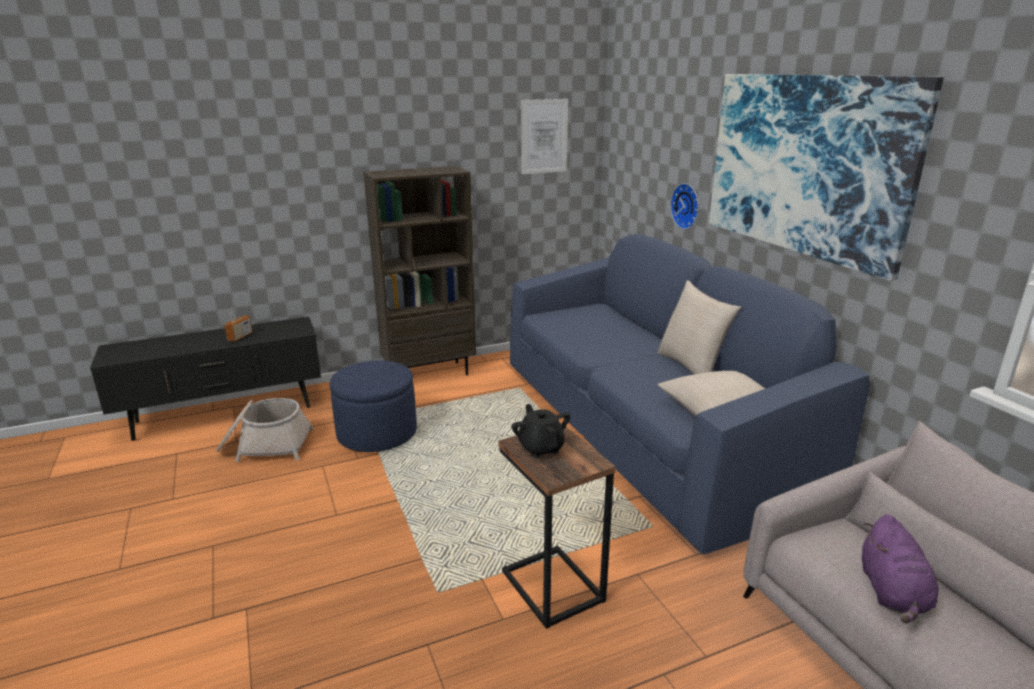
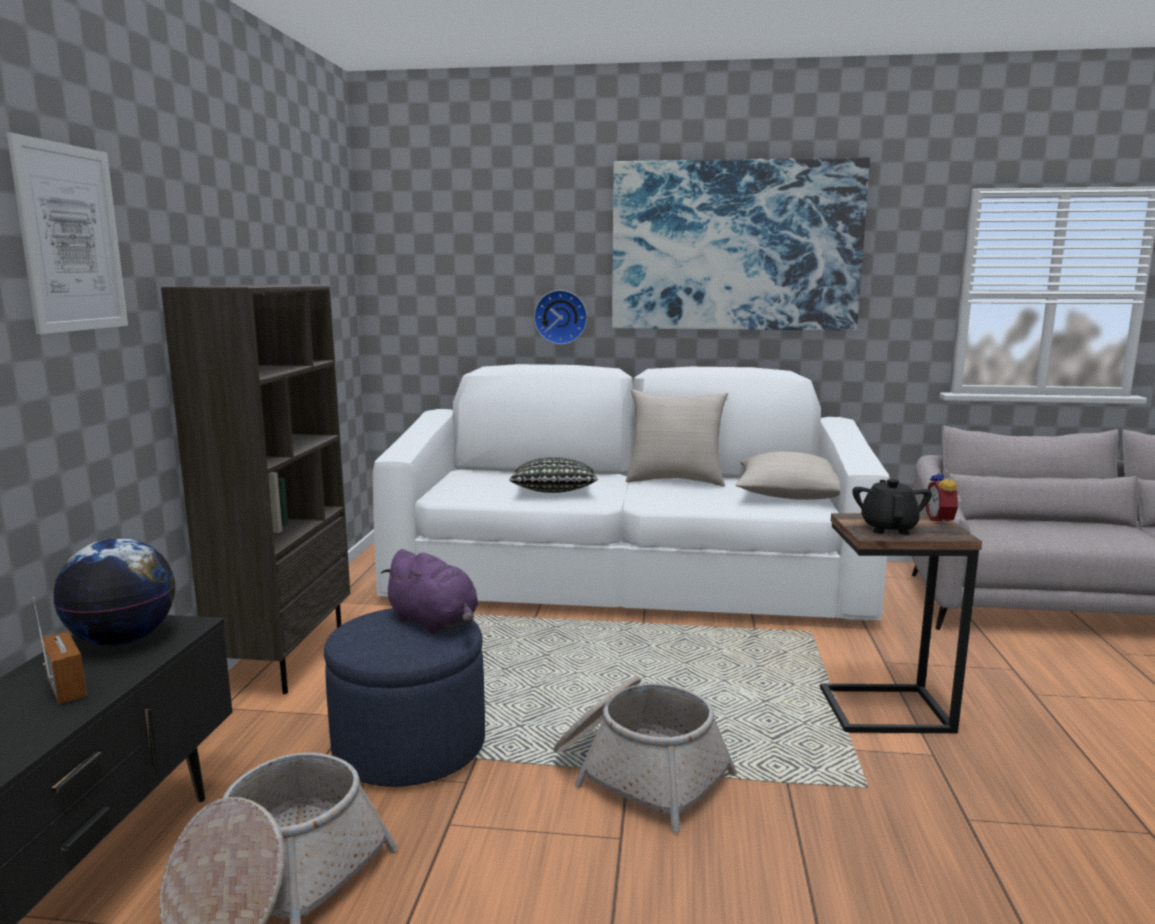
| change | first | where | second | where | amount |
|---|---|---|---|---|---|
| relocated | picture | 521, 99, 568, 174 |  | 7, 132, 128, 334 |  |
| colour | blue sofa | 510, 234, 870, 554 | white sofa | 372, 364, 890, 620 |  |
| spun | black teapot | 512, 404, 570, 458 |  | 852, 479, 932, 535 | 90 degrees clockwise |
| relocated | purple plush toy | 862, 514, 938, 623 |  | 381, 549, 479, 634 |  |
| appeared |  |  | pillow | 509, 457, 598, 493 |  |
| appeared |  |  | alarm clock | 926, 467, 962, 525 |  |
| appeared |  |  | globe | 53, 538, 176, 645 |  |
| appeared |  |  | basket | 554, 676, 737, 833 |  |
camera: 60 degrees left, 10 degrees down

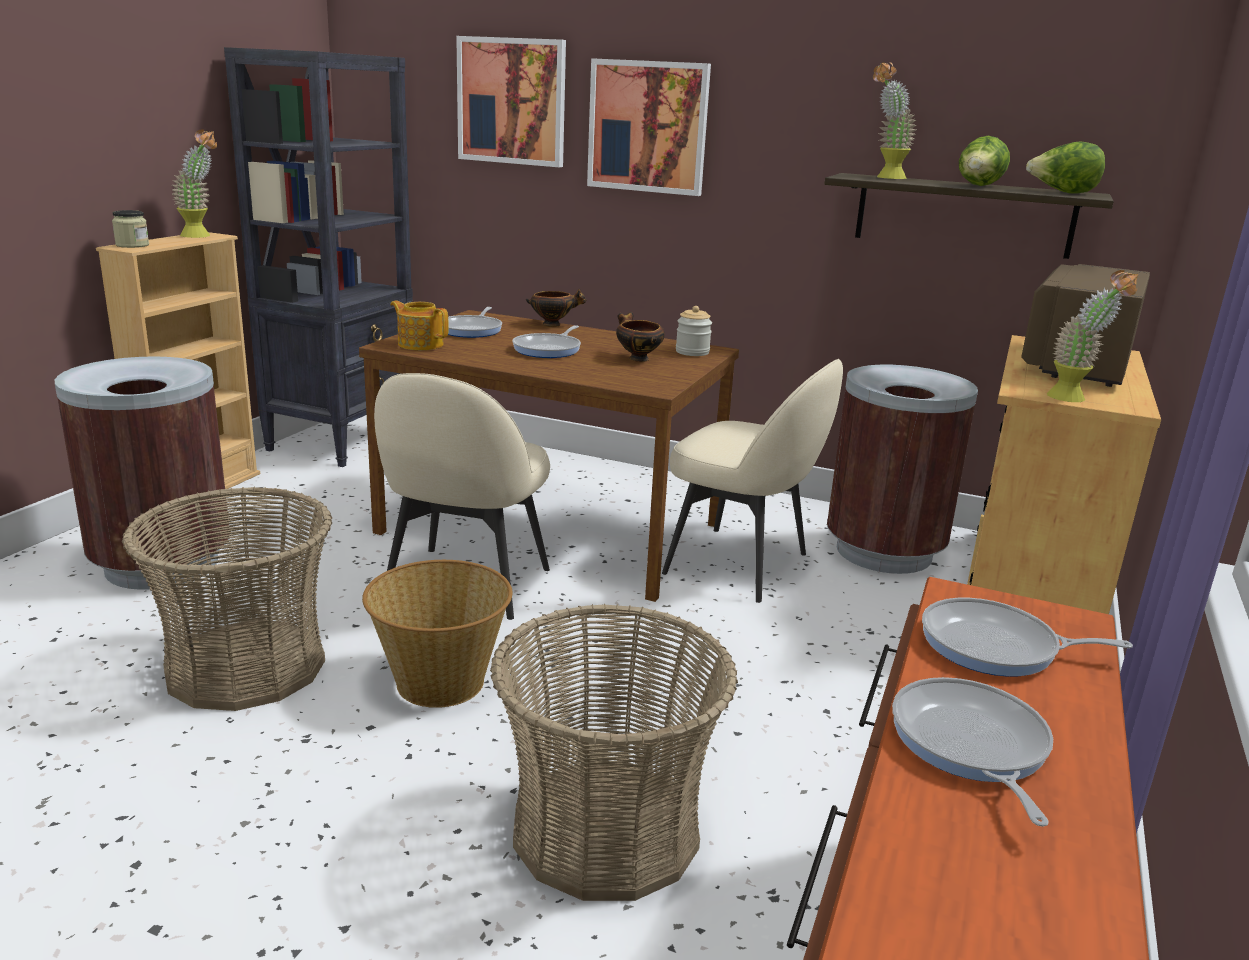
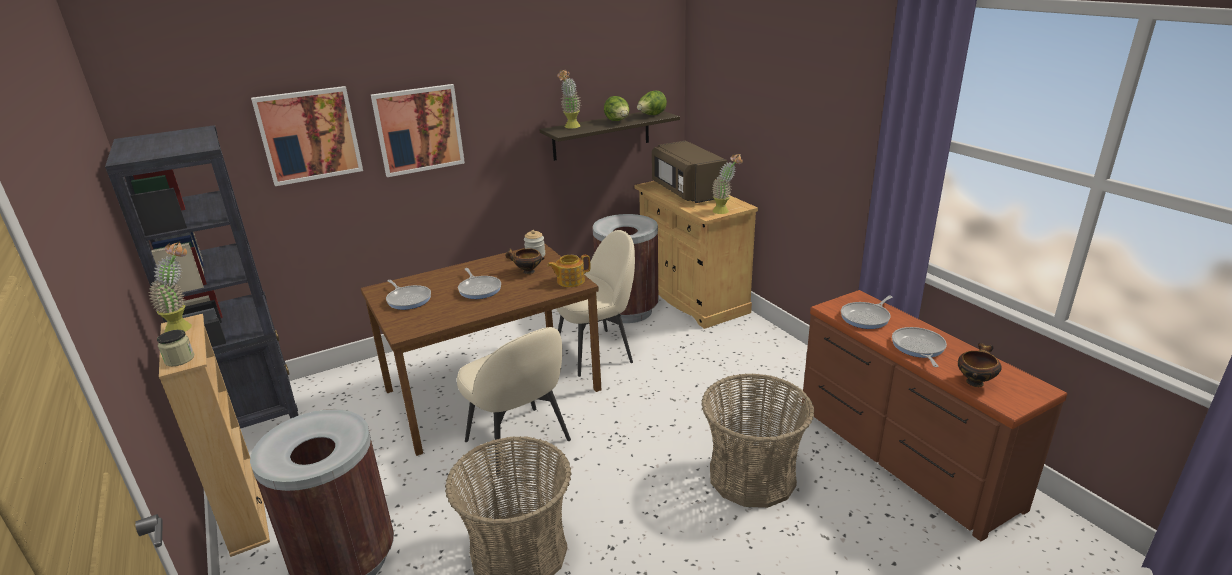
| change | first | where | second | where | amount |
|---|---|---|---|---|---|
| relocated | bowl | 526, 288, 587, 327 |  | 958, 342, 1002, 387 |  |
| relocated | teapot | 390, 301, 449, 350 |  | 547, 254, 590, 287 |  |
| missing | basket | 362, 560, 512, 708 |  |  |  |
| spun | frying pan | 892, 677, 1053, 827 |  | 892, 327, 947, 367 | 60 degrees clockwise |
camera: 50 degrees left, 5 degrees up

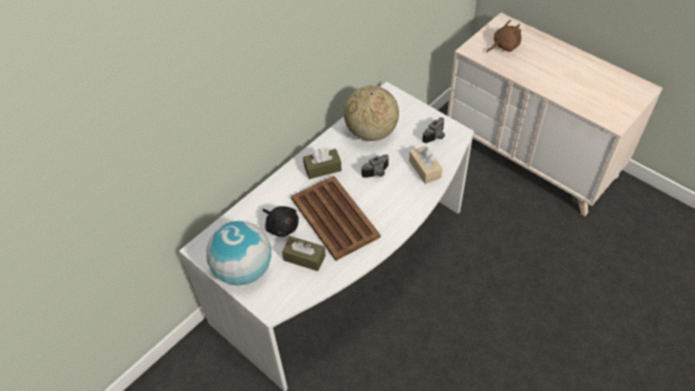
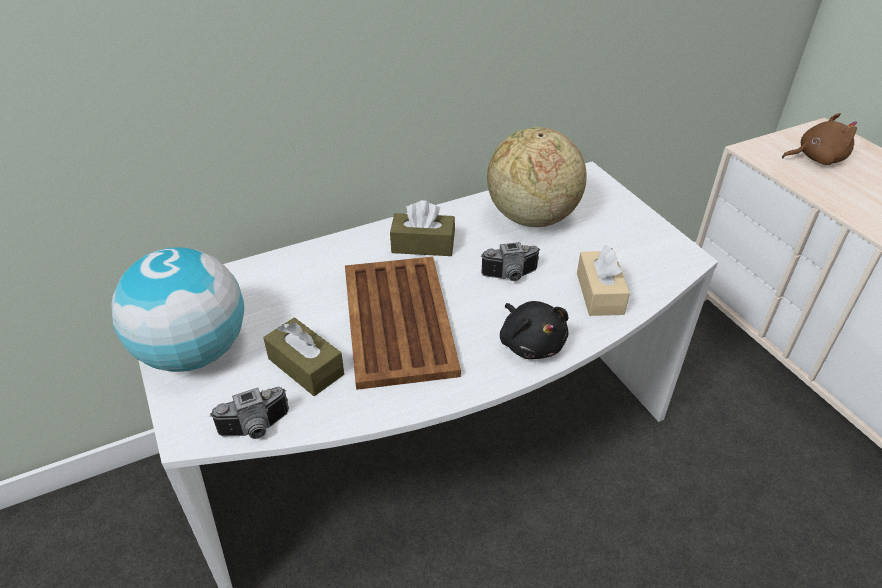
| change | first | where | second | where | amount |
|---|---|---|---|---|---|
| relocated | photo camera | 422, 117, 445, 143 |  | 210, 387, 289, 439 |  |
| relocated | black plush toy | 263, 206, 299, 237 |  | 500, 301, 569, 359 |  |
camera: 20 degrees right, 10 degrees down

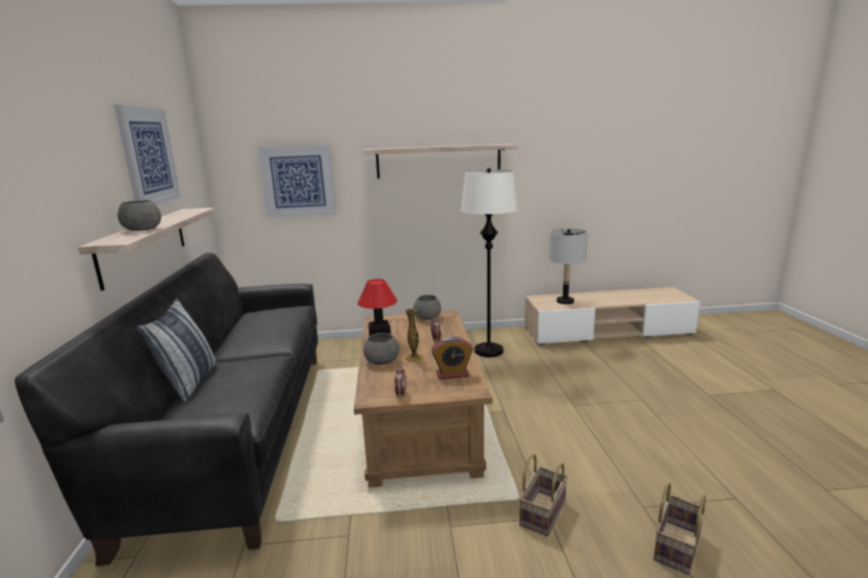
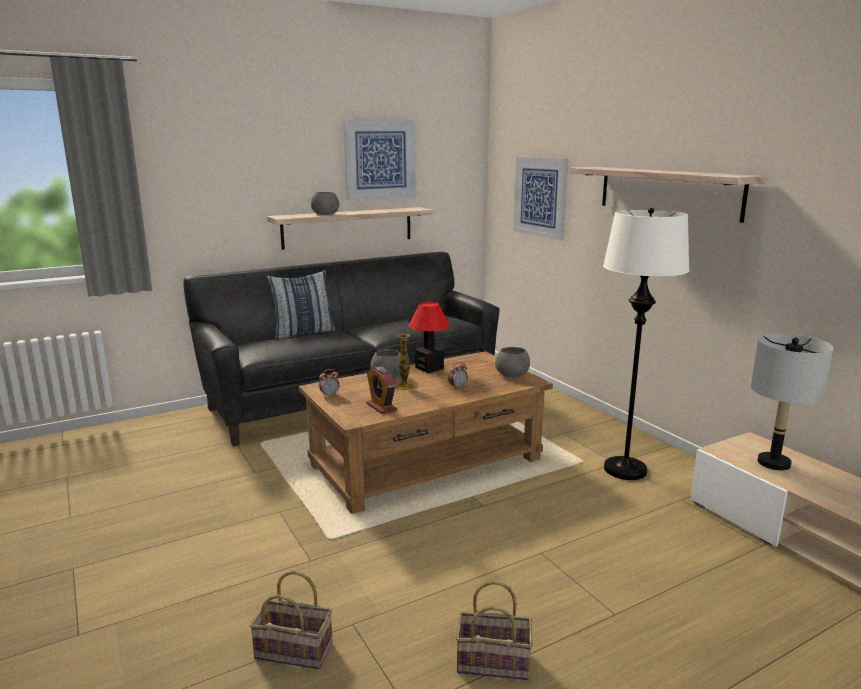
| change | first | where | second | where | amount |
|---|---|---|---|---|---|
| relocated | basket | 519, 454, 568, 536 |  | 456, 580, 532, 680 |  |
camera: 65 degrees right, 0 degrees up

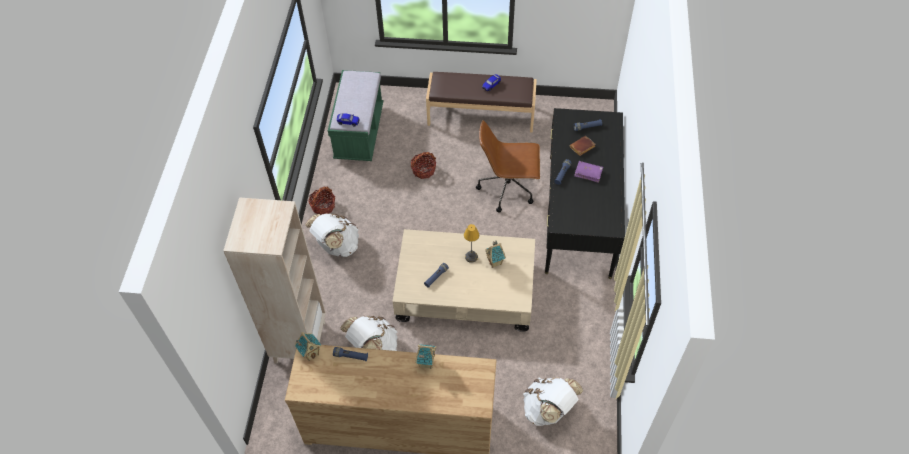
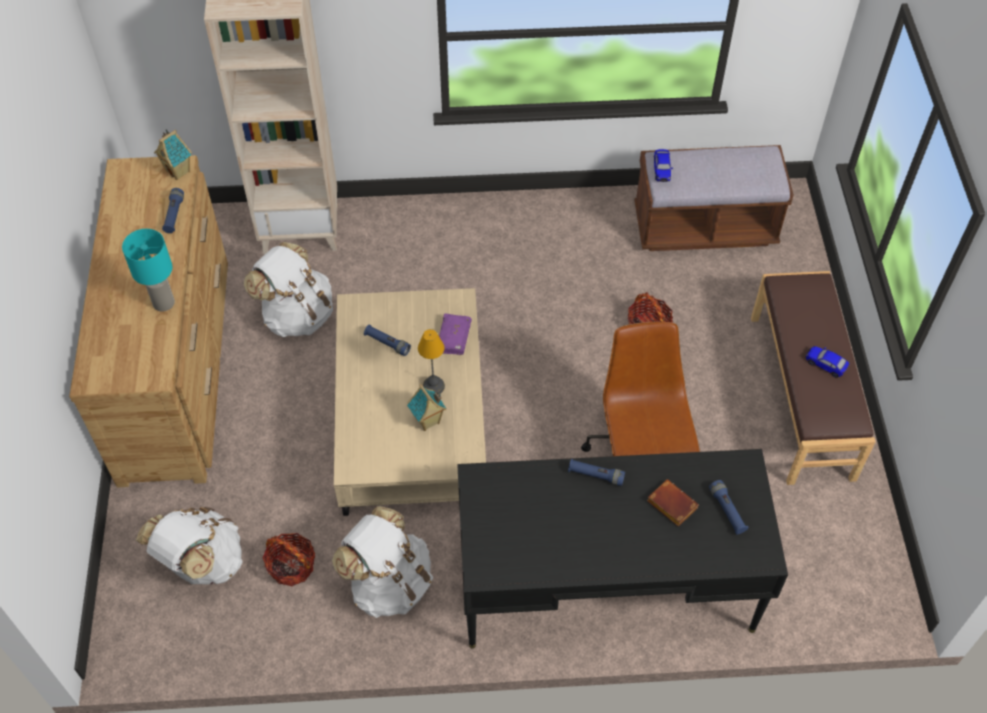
| change | first | where | second | where | amount |
|---|---|---|---|---|---|
| colour | green bench | 328, 70, 383, 161 | brown bench | 634, 145, 794, 251 |  |
| relocated | purple book | 574, 161, 603, 183 |  | 439, 314, 472, 355 |  |
| relocated | basket | 308, 186, 335, 215 |  | 262, 533, 315, 586 |  |
| relocated | white backpack | 305, 213, 359, 257 |  | 332, 506, 433, 618 |  |
| exchanged | toy house | 415, 344, 436, 369 | turquoise table lamp | 122, 229, 175, 312 |  |
camera: 80 degrees right, 0 degrees up

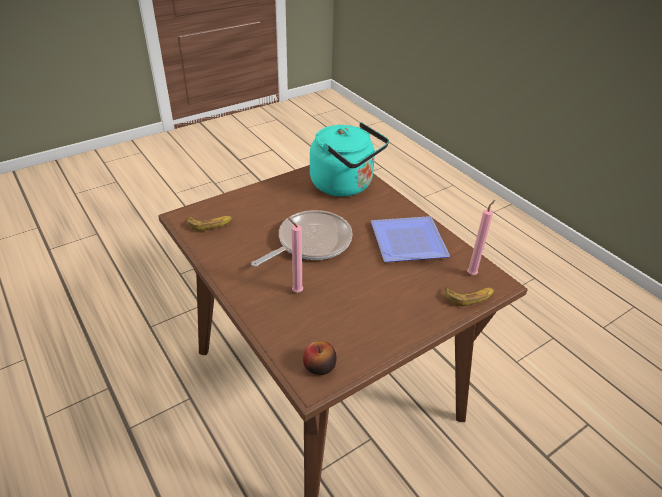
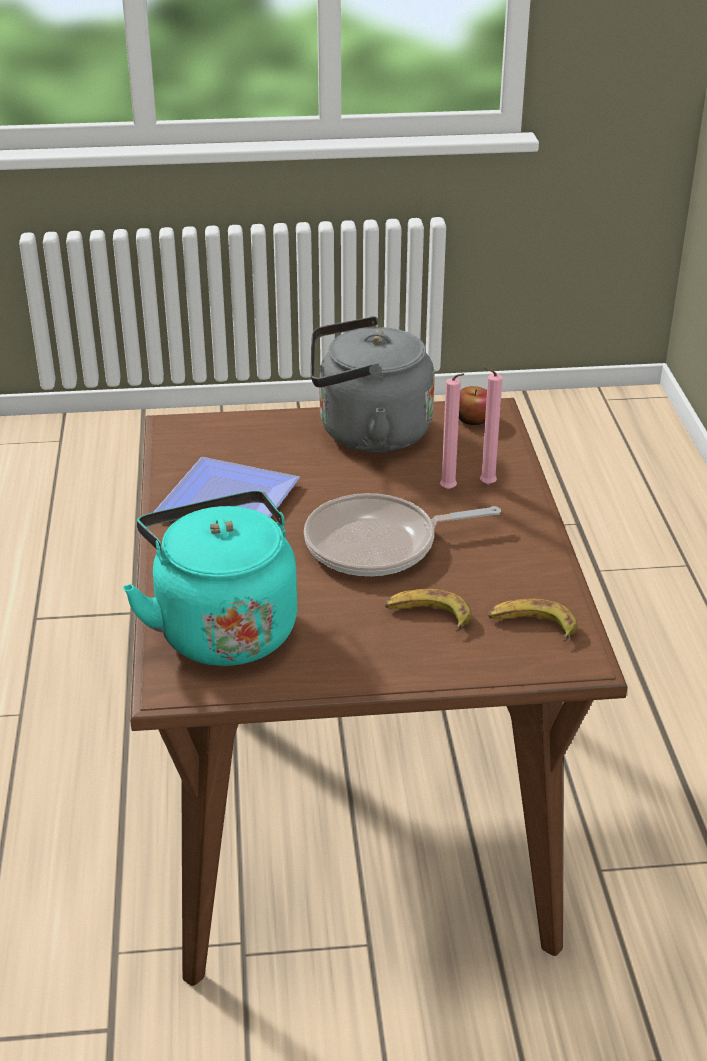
| change | first | where | second | where | amount |
|---|---|---|---|---|---|
| relocated | pink candle | 467, 200, 495, 275 |  | 480, 366, 503, 485 |  |
| relocated | banana | 445, 287, 494, 306 |  | 385, 589, 472, 631 |  |
| appeared |  |  | grey kettle | 310, 316, 435, 453 |  |
camera: 150 degrees left, 5 degrees down

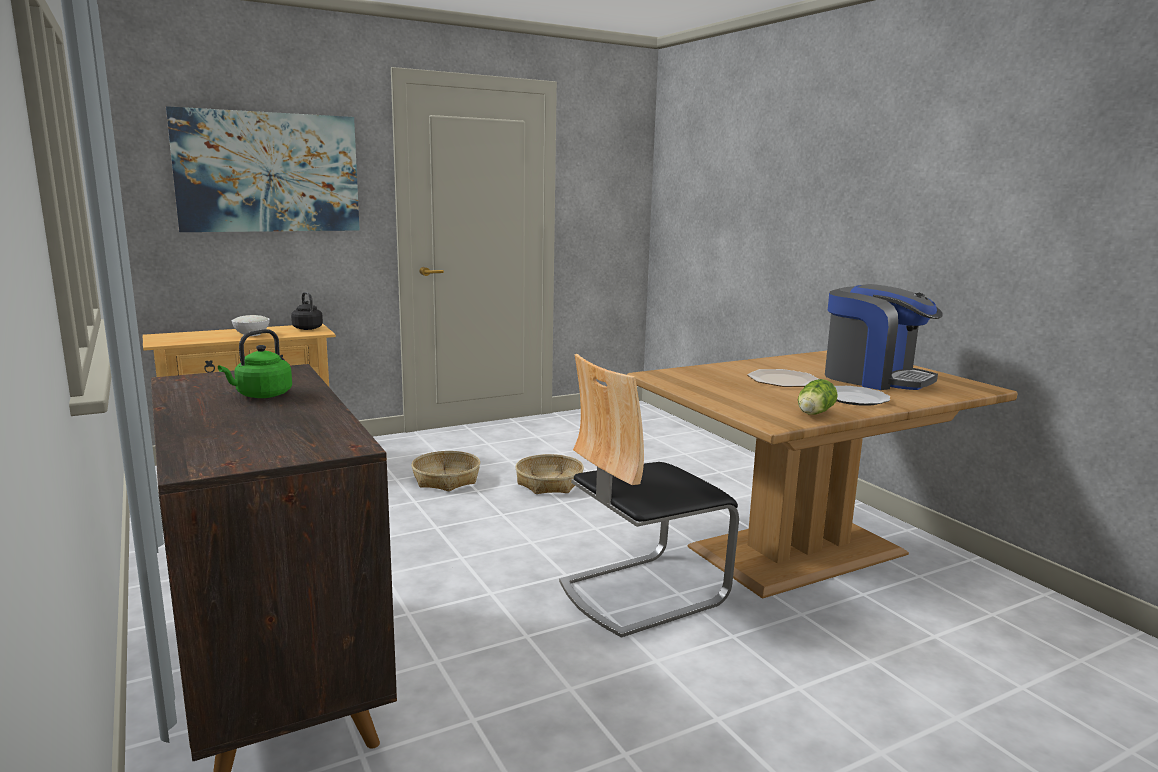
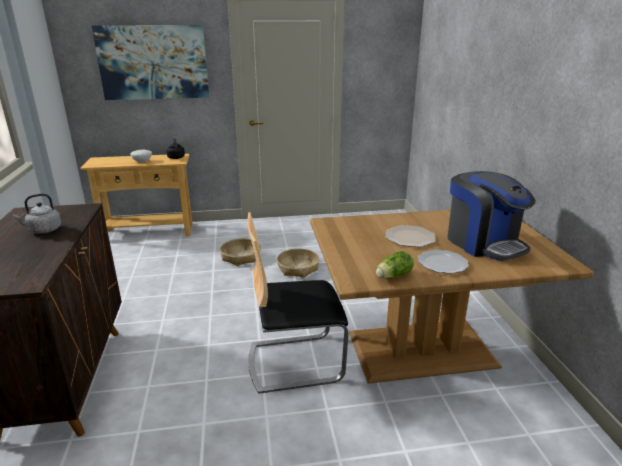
| change | first | where | second | where | amount |
|---|---|---|---|---|---|
| colour | green kettle | 218, 329, 292, 398 | grey kettle | 13, 193, 61, 234 |  |
camera: 20 degrees right, 10 degrees up

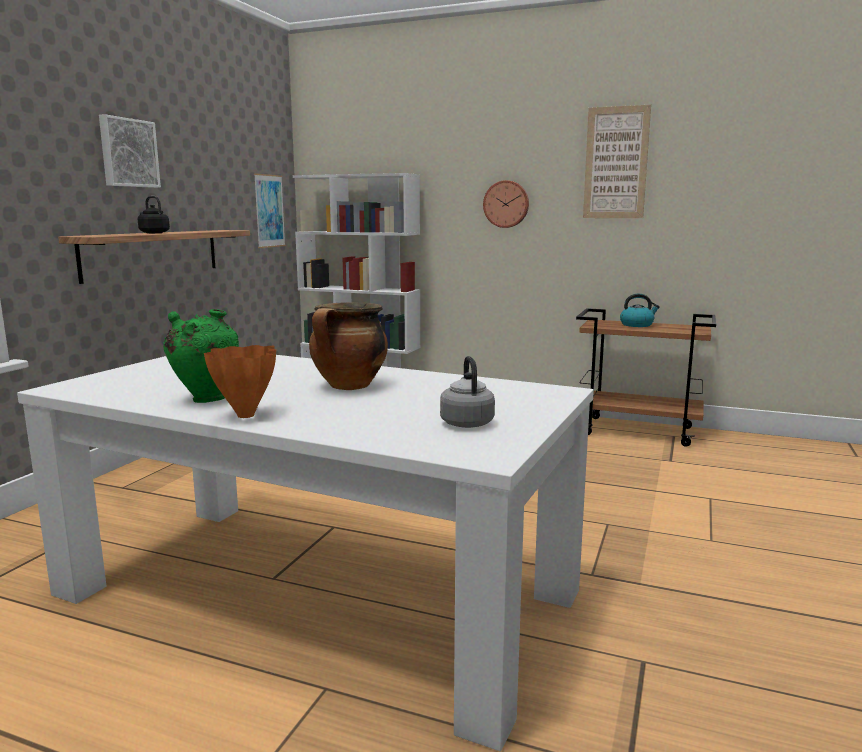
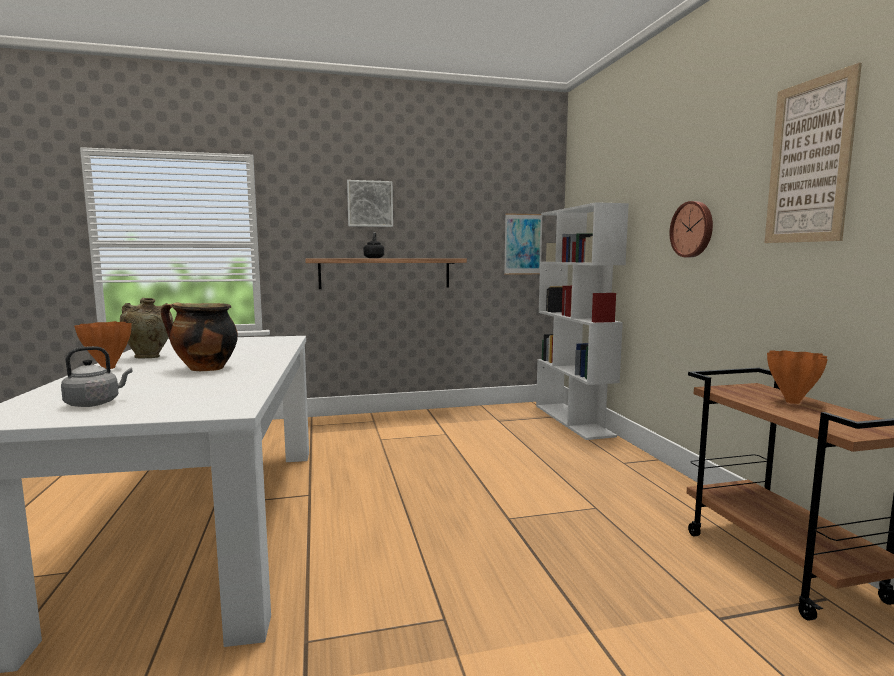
| change | first | where | second | where | amount |
|---|---|---|---|---|---|
| exchanged | kettle | 620, 294, 660, 327 | orange vase | 767, 350, 828, 404 |  |
| colour | green vase | 163, 309, 239, 403 | beige vase | 120, 298, 173, 358 |  |
camera: 55 degrees right, 5 degrees down

